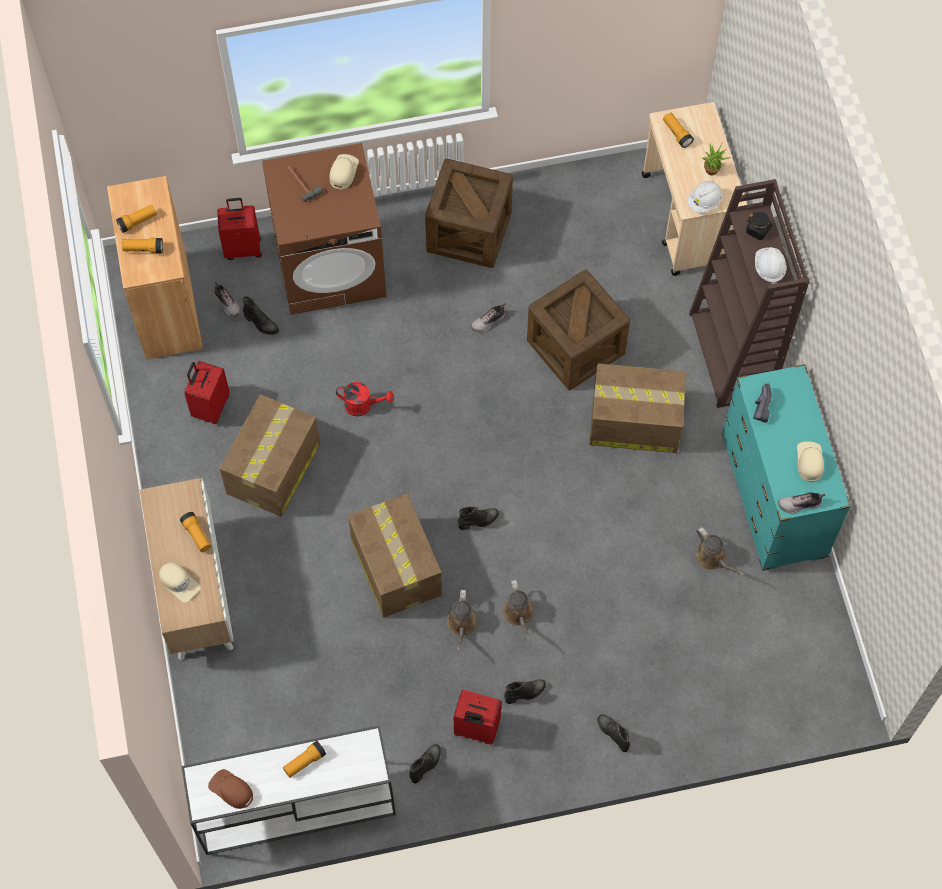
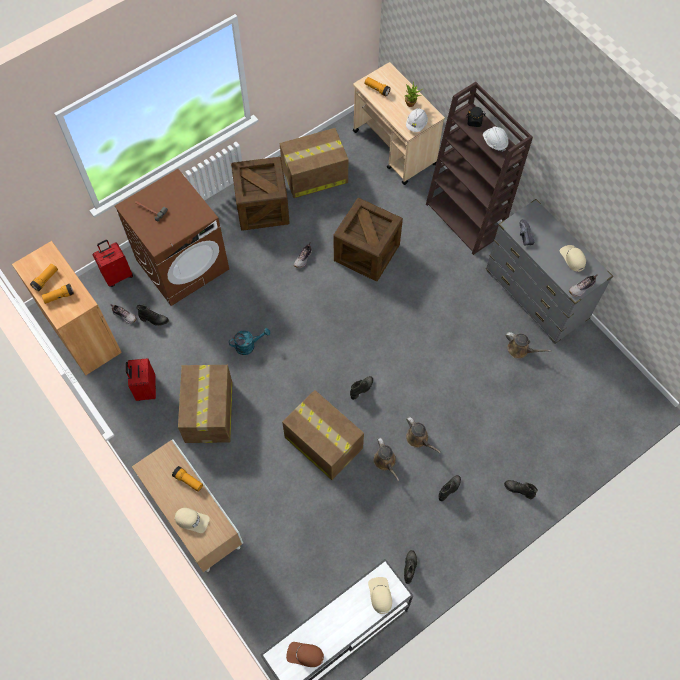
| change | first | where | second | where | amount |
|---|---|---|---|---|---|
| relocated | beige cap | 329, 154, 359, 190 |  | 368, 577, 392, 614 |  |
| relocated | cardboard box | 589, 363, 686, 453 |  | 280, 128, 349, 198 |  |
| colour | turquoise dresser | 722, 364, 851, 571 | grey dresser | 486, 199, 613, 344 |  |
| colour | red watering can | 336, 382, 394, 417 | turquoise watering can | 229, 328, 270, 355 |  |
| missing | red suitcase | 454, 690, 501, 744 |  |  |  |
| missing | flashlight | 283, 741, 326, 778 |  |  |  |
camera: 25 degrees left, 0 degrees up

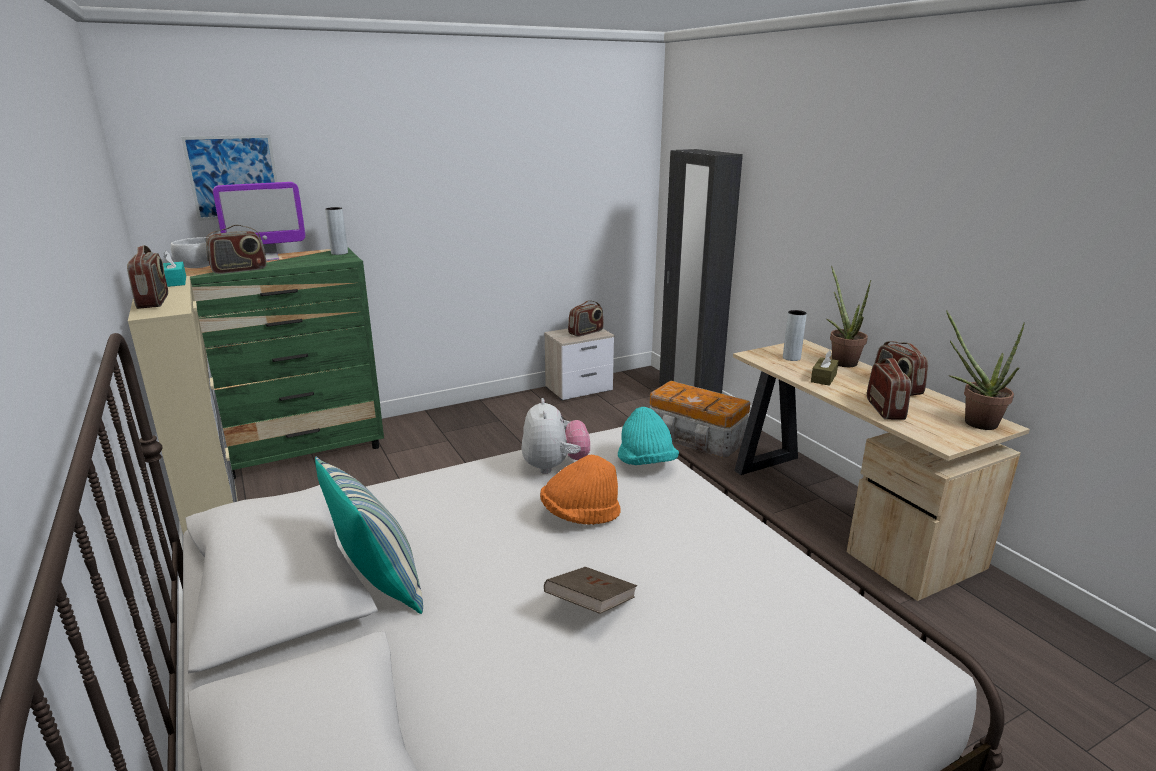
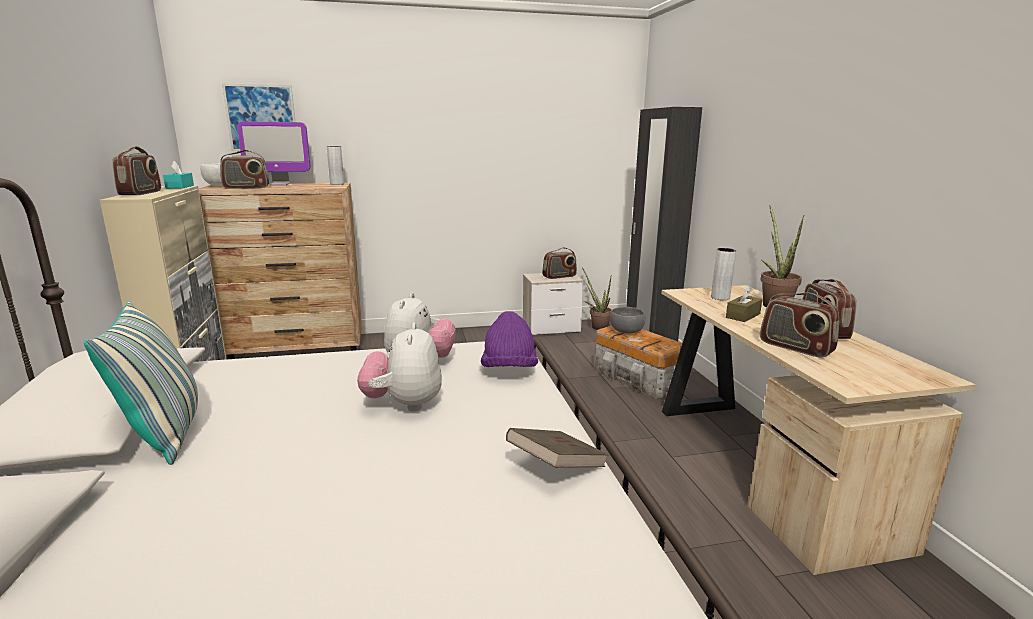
| change | first | where | second | where | amount |
|---|---|---|---|---|---|
| colour | green dresser | 184, 248, 384, 479 | brown dresser | 199, 183, 362, 359 |  |
| relocated | potted plant | 946, 310, 1025, 430 |  | 582, 267, 612, 330 |  |
| spun | radio | 867, 358, 911, 420 |  | 760, 292, 839, 358 | 120 degrees clockwise |
| colour | turquoise hat | 618, 407, 679, 465 | purple hat | 481, 311, 538, 367 |  |
| exchanged | orange hat | 540, 455, 621, 525 | plush toy | 357, 323, 442, 411 |  |
| relocated | brown book | 544, 567, 637, 614 |  | 506, 428, 609, 468 |  |
| appeared |  |  | grey bowl | 610, 307, 645, 334 |  |
camera: 15 degrees right, 5 degrees down

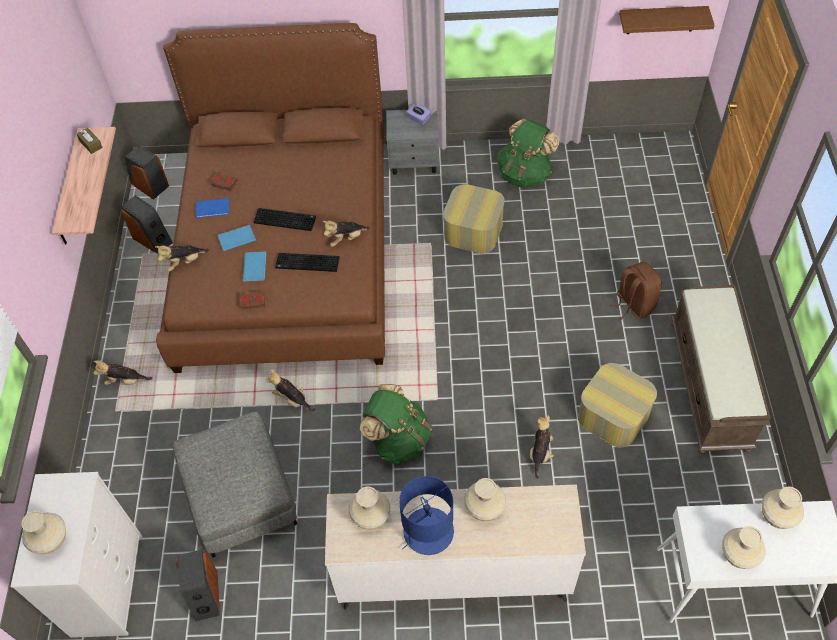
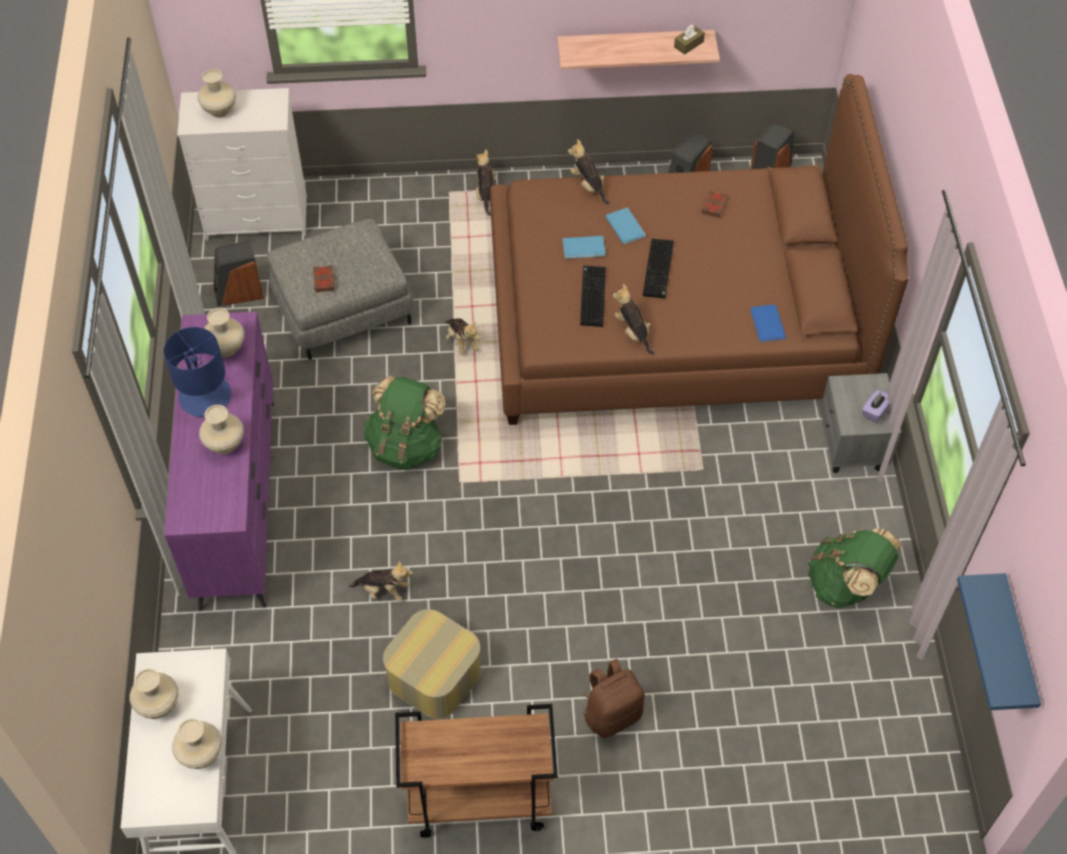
| change | first | where | second | where | amount |
|---|---|---|---|---|---|
| colour | brown shelf | 619, 6, 715, 34 | blue shelf | 957, 573, 1041, 710 |  |
| missing | ottoman | 443, 184, 505, 253 |  |  |  |
| relocated | blue book | 195, 198, 229, 218 |  | 751, 304, 786, 342 |  |
| exchanged | brown bench | 671, 285, 771, 454 | brown cart | 395, 704, 558, 838 |  |
| relocated | brown book | 240, 291, 265, 309 |  | 313, 265, 335, 292 |  |
| spun | plush toy | 266, 369, 316, 411 |  | 444, 318, 480, 355 | 120 degrees clockwise |
| colour | beige dresser | 325, 484, 586, 610 | purple dresser | 164, 312, 274, 611 |  |
camera: 85 degrees right, 0 degrees up

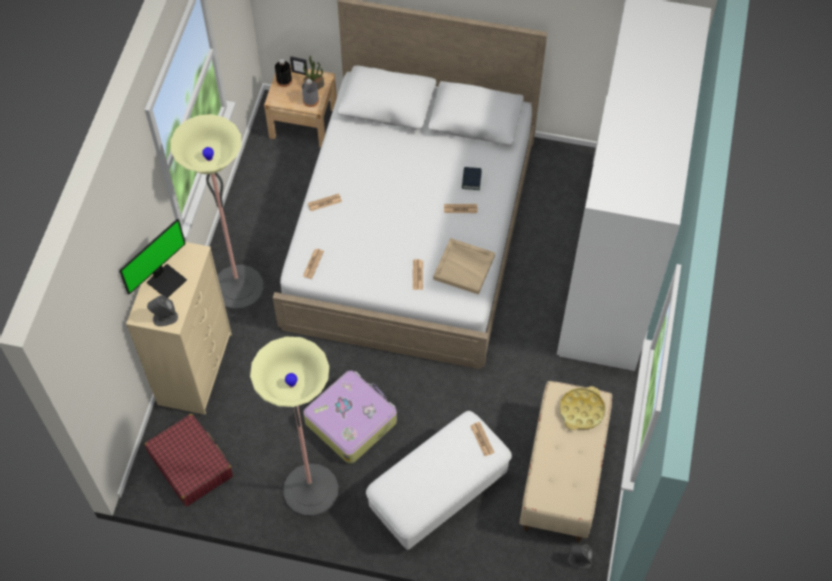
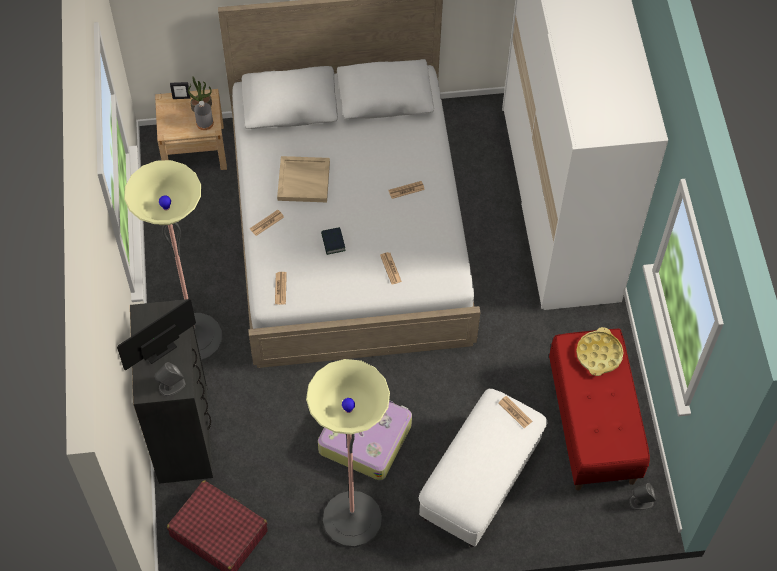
| change | first | where | second | where | amount |
|---|---|---|---|---|---|
| missing | black bottle | 275, 59, 292, 87 |  |  |  |
| relocated | book | 462, 167, 482, 190 |  | 321, 227, 345, 255 |  |
| spun | monitor | 119, 219, 187, 298 |  | 117, 299, 196, 370 | 150 degrees counterclockwise |
| relocated | beige tray | 433, 238, 495, 295 |  | 277, 156, 330, 202 |  |
| colour | beige dresser | 126, 242, 232, 415 | black dresser | 130, 299, 213, 484 |  |
| colour | beige bench | 519, 381, 612, 542 | red bench | 549, 329, 650, 491 |  |
camera: 20 degrees left, 0 degrees up

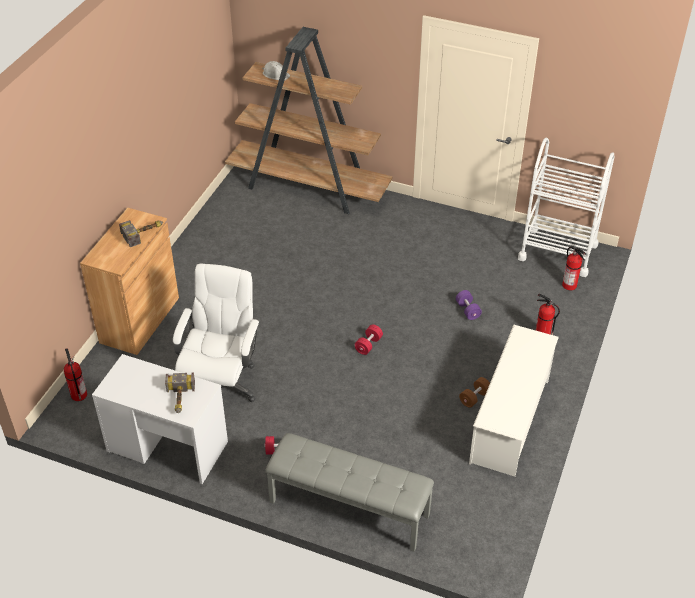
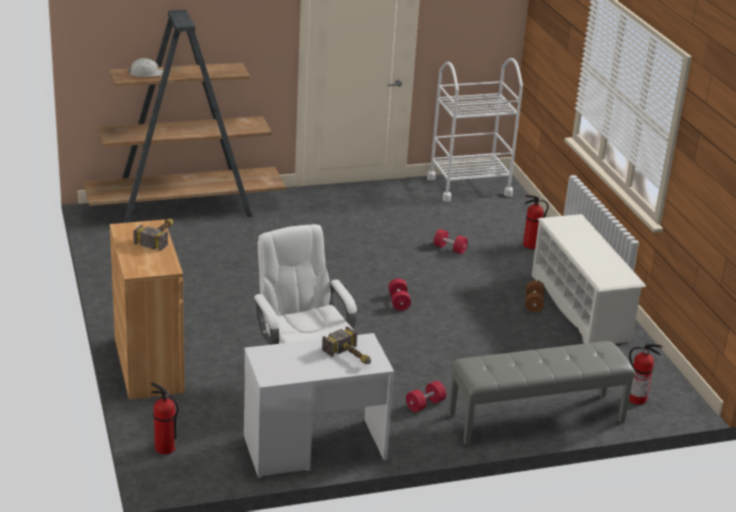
| change | first | where | second | where | amount |
|---|---|---|---|---|---|
| relocated | fire extinguisher | 562, 247, 586, 290 |  | 629, 344, 663, 405 |  |
| colour | purple dumbbell | 456, 290, 482, 320 | red dumbbell | 434, 229, 468, 254 |  |
camera: 40 degrees left, 15 degrees down

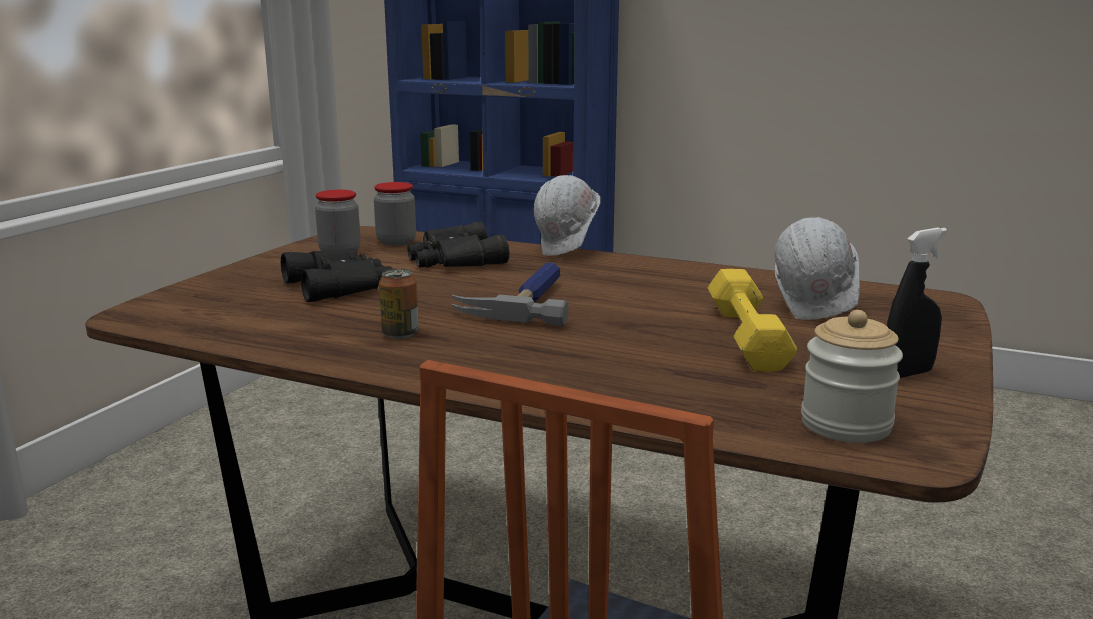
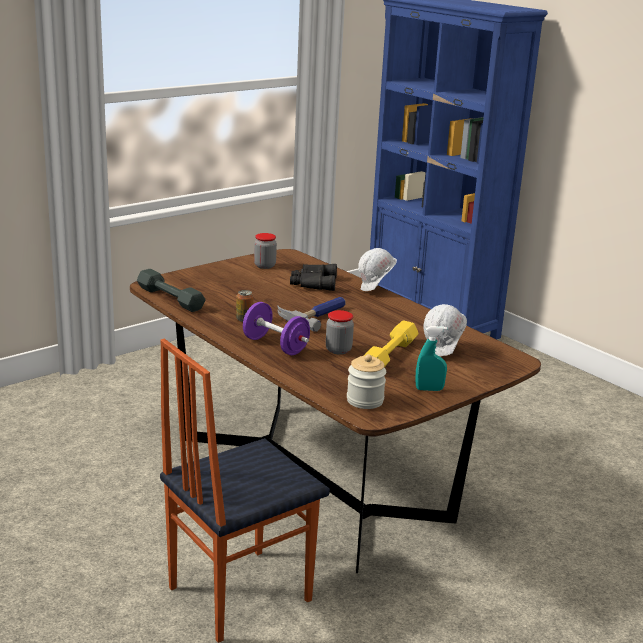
| change | first | where | second | where | amount |
|---|---|---|---|---|---|
| relocated | jar | 374, 182, 416, 246 |  | 326, 310, 354, 354 |  |
| colour | black spray bottle | 887, 227, 947, 378 | turquoise spray bottle | 416, 326, 447, 391 |  |
| missing | black binoculars | 281, 248, 392, 302 |  |  |  |
| appeared |  |  | grey dumbbell | 137, 269, 206, 312 |  |
| appeared |  |  | purple dumbbell | 243, 302, 310, 355 |  |
camera: 25 degrees right, 5 degrees up

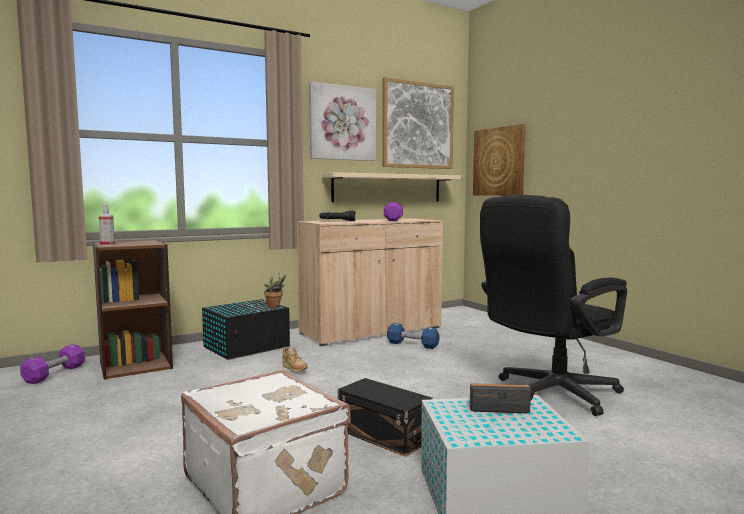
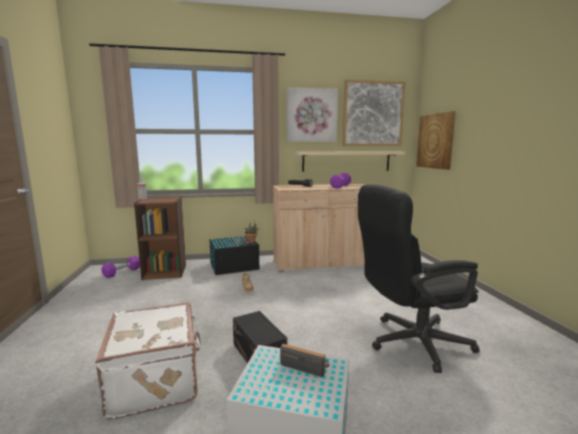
| change | first | where | second | where | amount |
|---|---|---|---|---|---|
| missing | blue dumbbell | 387, 323, 439, 349 |  |  |  |
camera: 20 degrees right, 5 degrees up

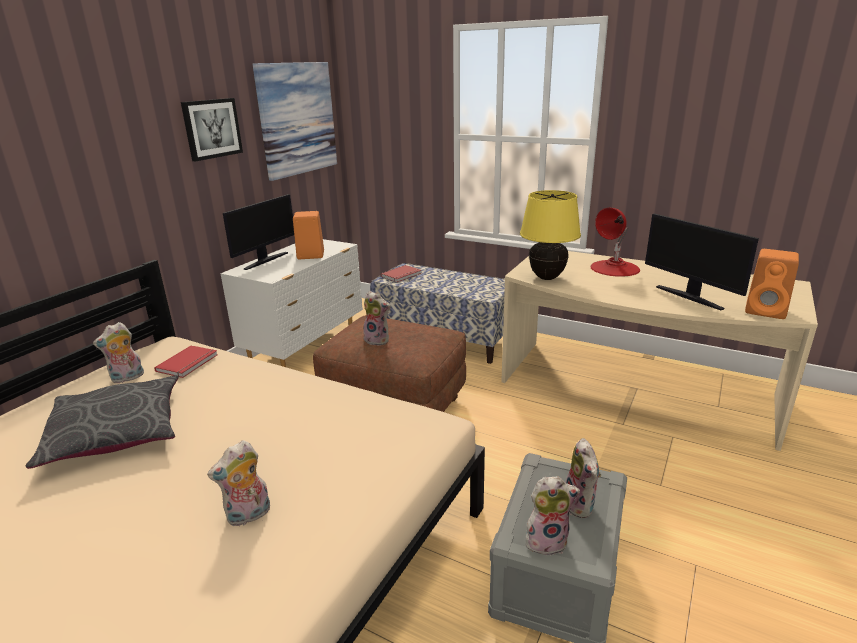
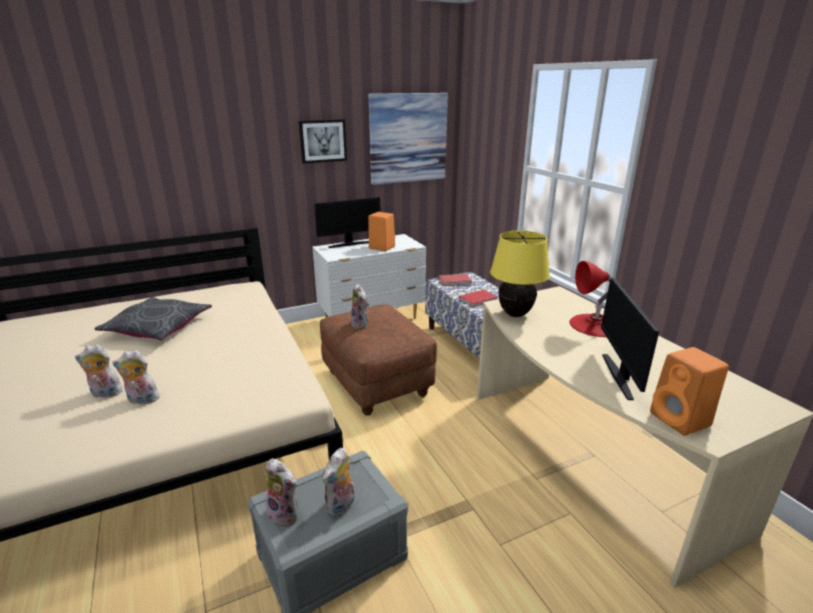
| change | first | where | second | where | amount |
|---|---|---|---|---|---|
| relocated | plush toy | 93, 322, 144, 383 |  | 75, 344, 124, 398 |  |
| relocated | red book | 154, 346, 218, 378 |  | 459, 289, 498, 307 |  |
camera: 35 degrees right, 0 degrees up

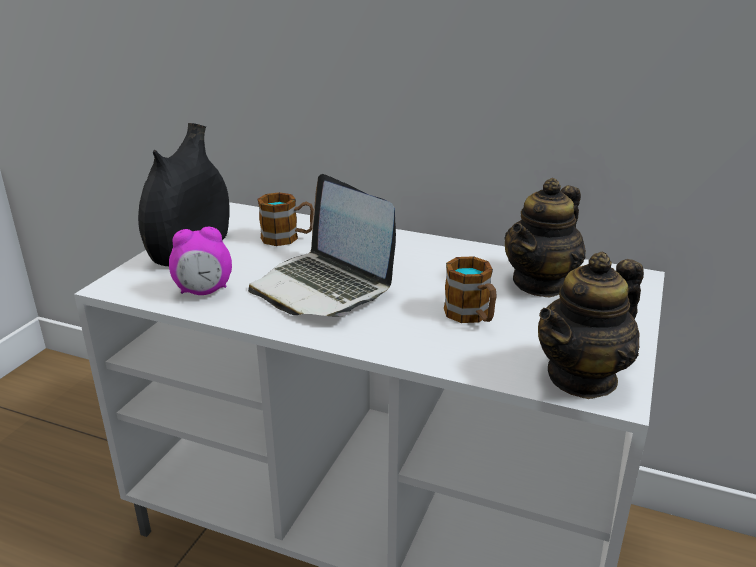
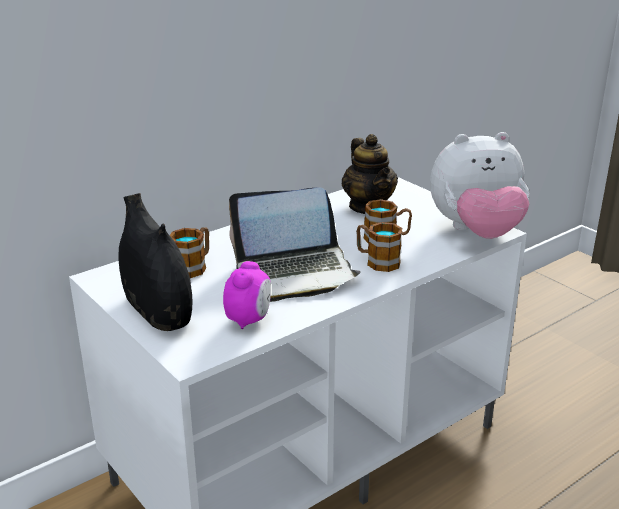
| change | first | where | second | where | amount |
|---|---|---|---|---|---|
| exchanged | teapot | 538, 252, 644, 399 | plush toy | 430, 132, 530, 239 |  |
| appeared |  |  | mug | 356, 222, 402, 272 |  |
camera: 60 degrees left, 0 degrees up

